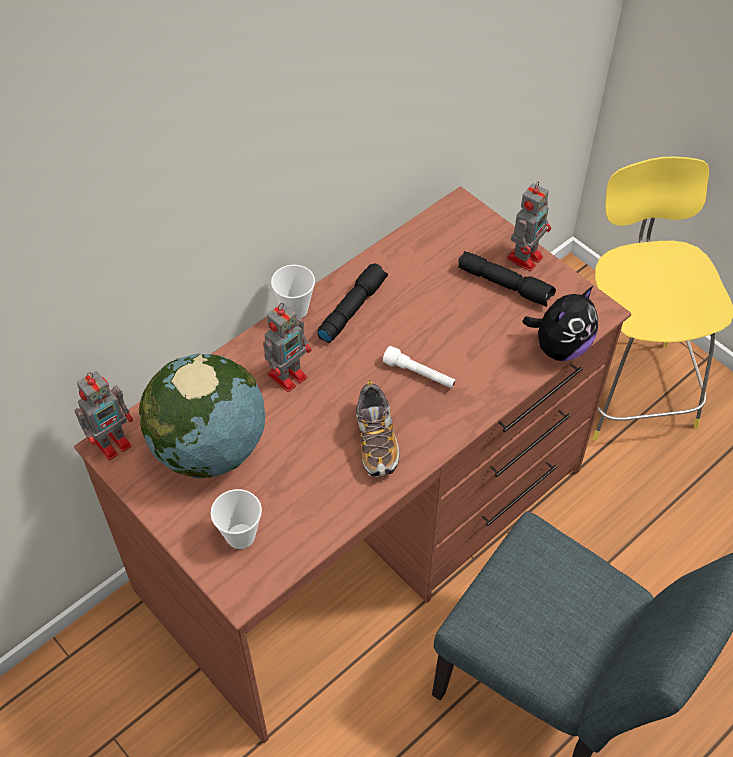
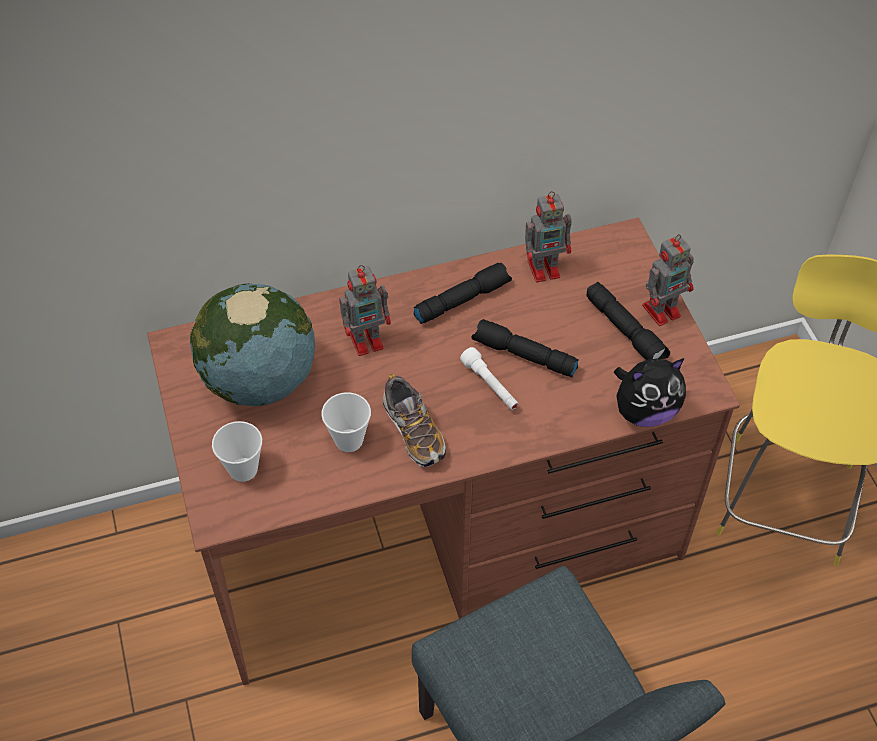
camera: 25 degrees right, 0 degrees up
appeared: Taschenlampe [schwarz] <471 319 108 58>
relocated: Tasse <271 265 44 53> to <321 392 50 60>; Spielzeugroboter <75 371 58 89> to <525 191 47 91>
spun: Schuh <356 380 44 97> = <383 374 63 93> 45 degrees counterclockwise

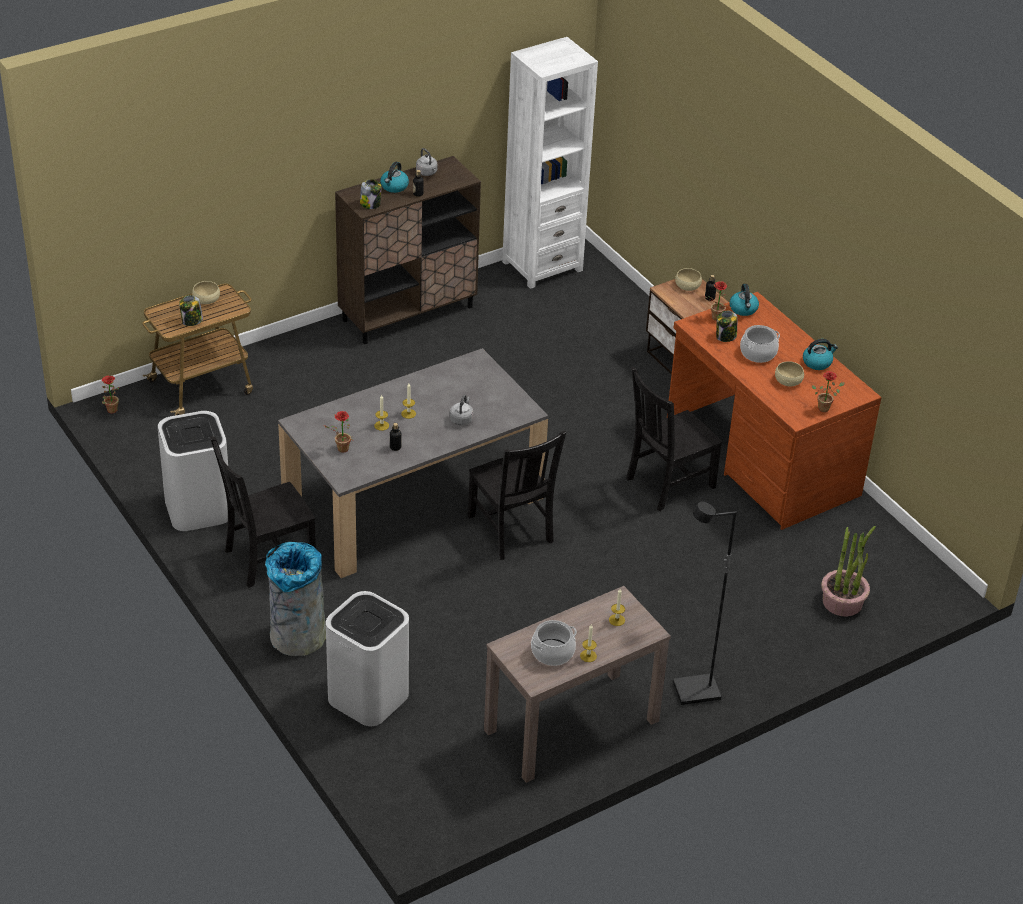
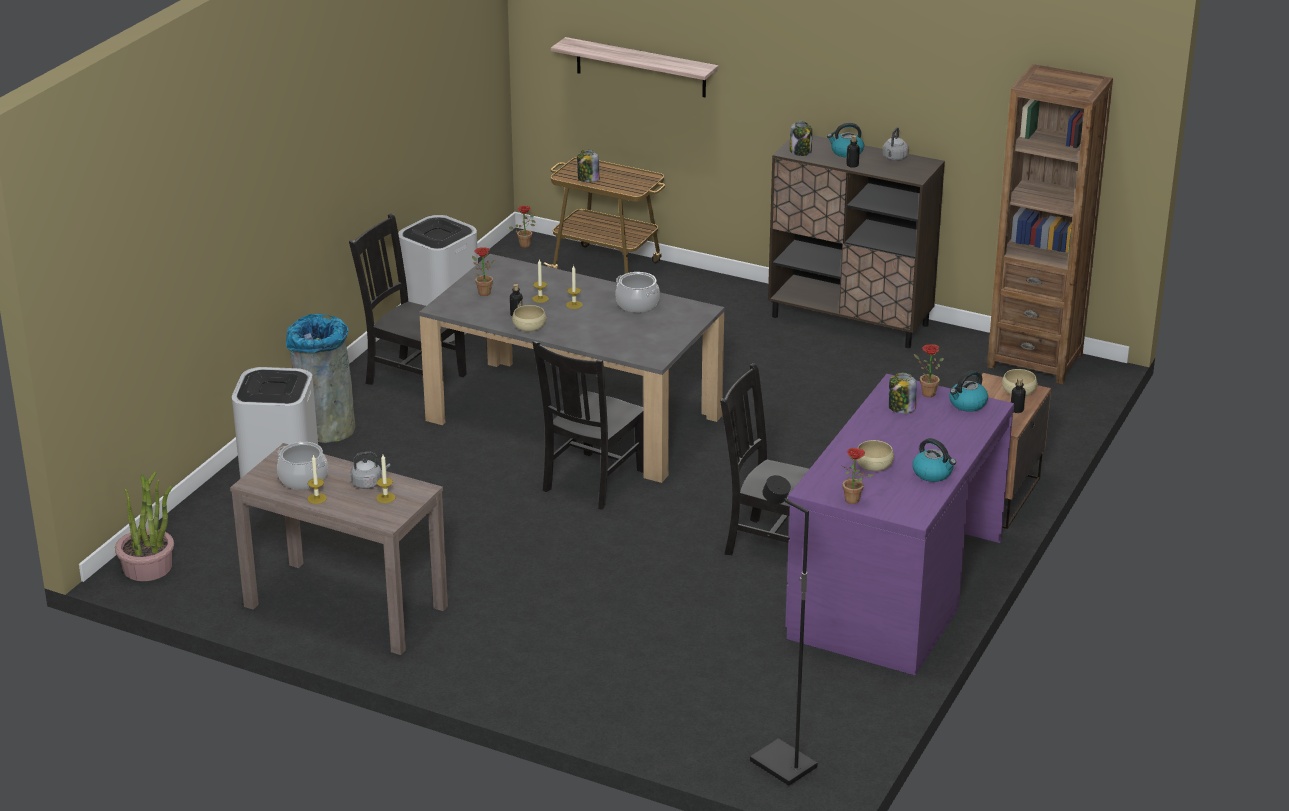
camera: 60 degrees right, 10 degrees down
appeared: Wandregal <551 37 168 60>
relocated: Schüssel [beige] <192 281 28 23> to <512 305 34 27>; Kochtopf <740 325 40 38> to <615 272 45 40>; Wasserkessel [grau] <450 395 24 30> to <351 452 39 37>; Stehlampe [schwarz] <673 502 64 203> to <750 475 67 311>; Topfpflanze <821 526 55 91> to <115 472 59 109>
colour: Bücherregal [weiß] <502 37 96 252> to Bücherregal [braun] <987 64 126 320>; Schreibtisch [braun] <667 292 215 238> to Schreibtisch [lila] <785 374 229 301>

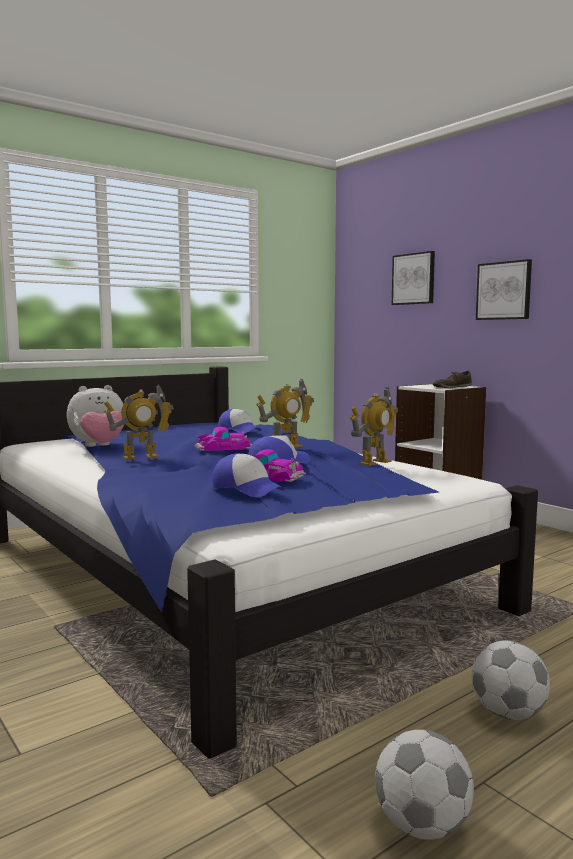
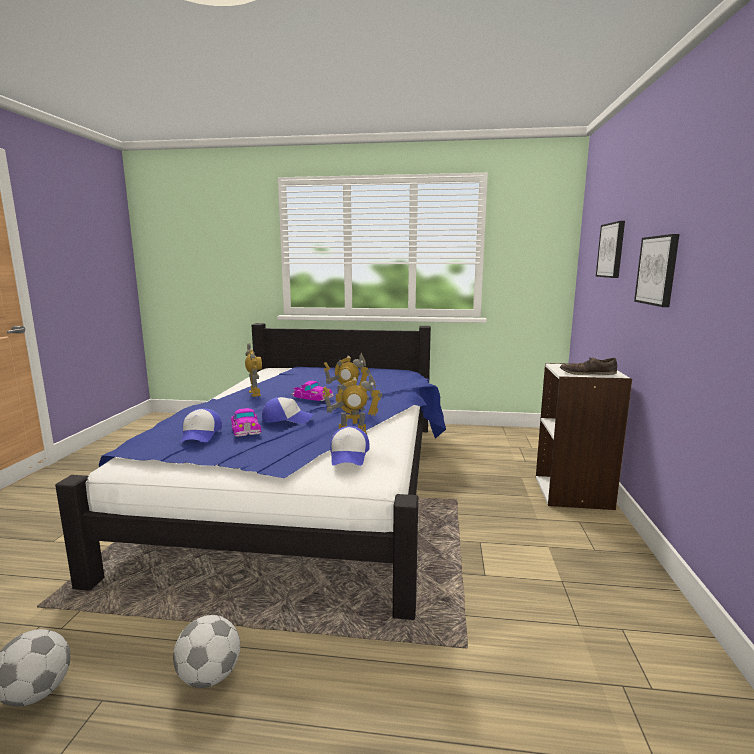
camera: 45 degrees right, 5 degrees up
missing: Plüschtier <67 385 57 62>
relocated: Kappe <218 409 44 24> to <330 426 40 40>
spun: Spielzeugroboter <104 384 70 76> = <245 344 17 53> 135 degrees counterclockwise

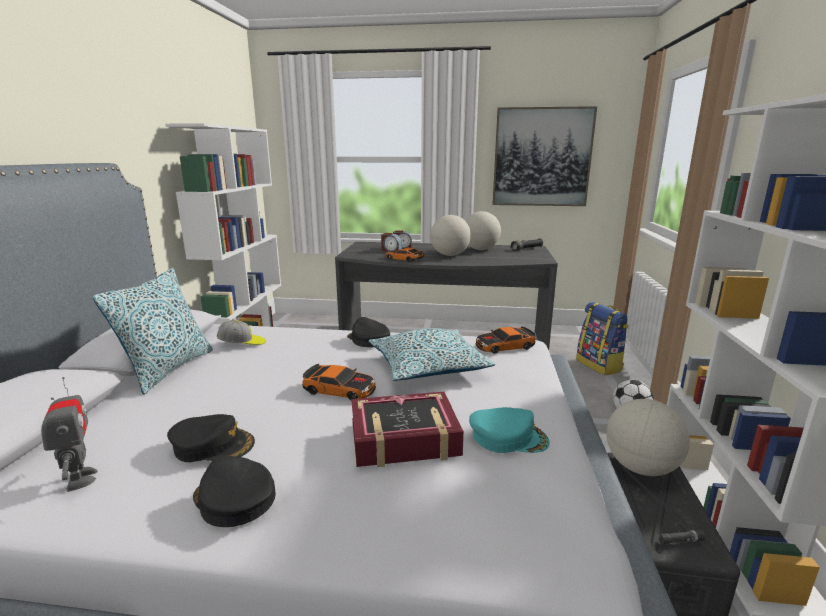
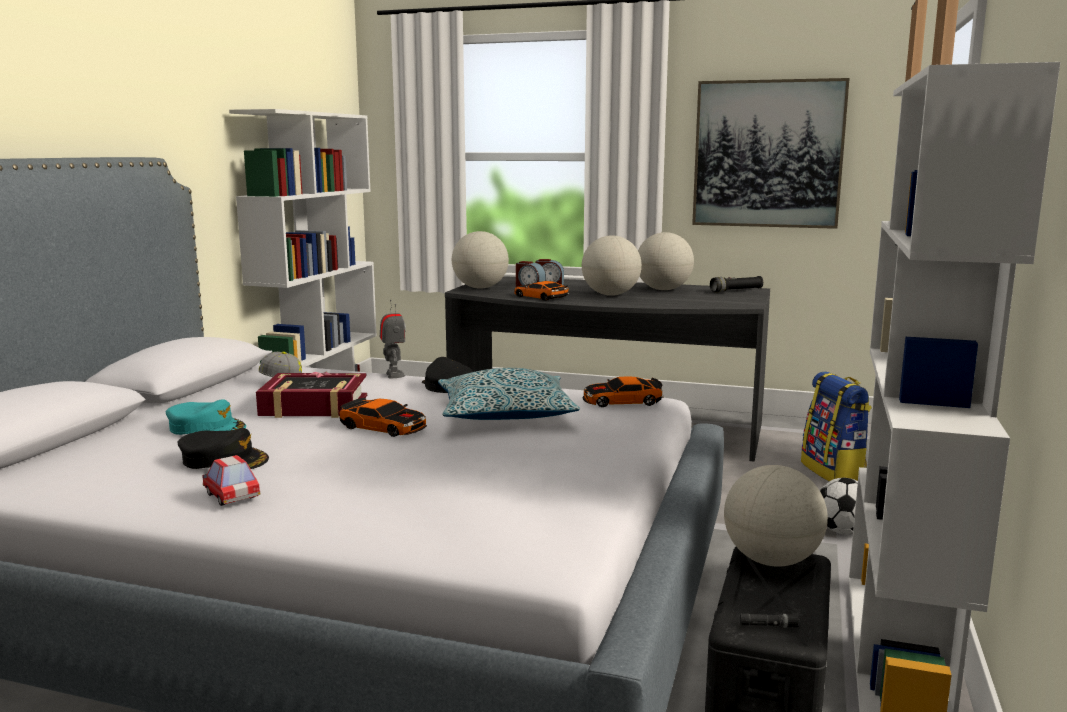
camera: 10 degrees right, 5 degrees down
missing: Kissen <93 268 120 127>
appeared: Globus <452 231 57 58>
relocated: Spielzeugroboter <41 377 57 115> to <380 300 26 79>; Buch <351 392 113 75> to <256 372 111 46>; Kappe [türkis] <469 407 81 46> to <166 399 80 36>
exchanged: Kappe [schwarz] <193 455 83 72> to Spielzeugauto <202 455 59 51>

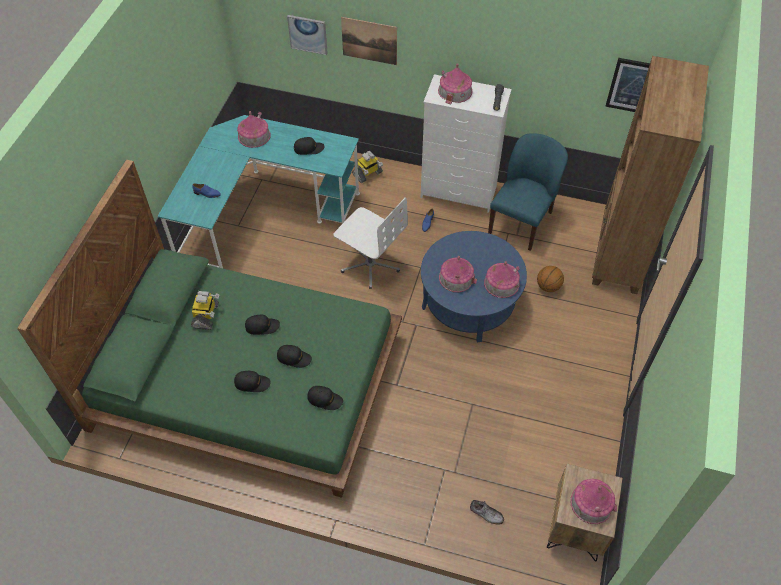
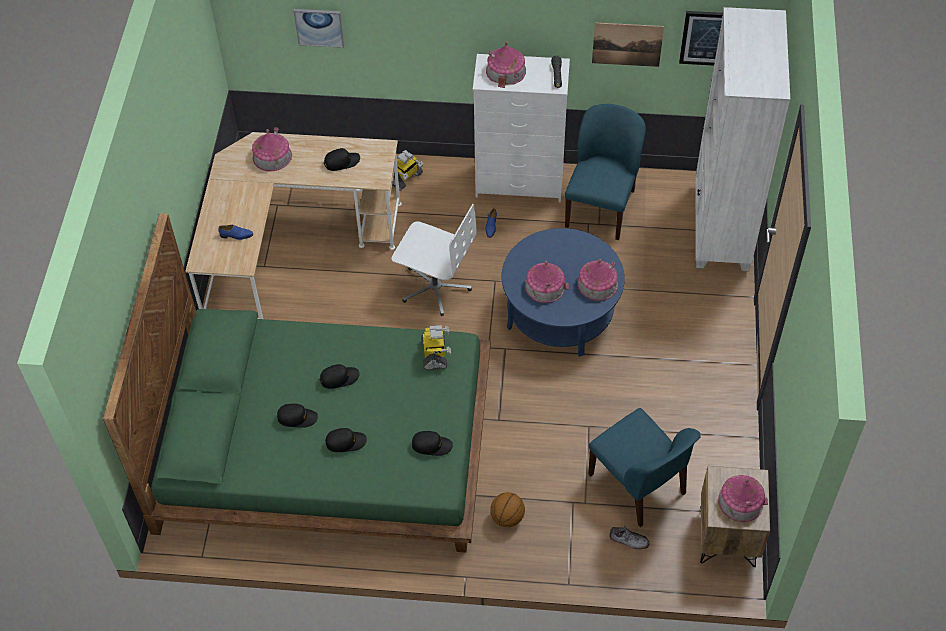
camera: 10 degrees left, 0 degrees up
appeared: Stuhl [blau] <589 408 112 119>
relocated: Bild <341 17 56 48> to <592 23 72 44>; Basketball <537 266 27 26> to <490 492 35 35>; Spielzeugroboter <191 291 28 39> to <421 325 30 45>; Kappe [schwarz] <277 345 35 23> to <277 404 41 24>
colour: Bücherregal [braun] <592 56 117 238> to Bücherregal [weiß] <695 7 95 264>; Schreibtisch [türkis] <158 115 202 153> to Schreibtisch [beige] <185 132 217 187>

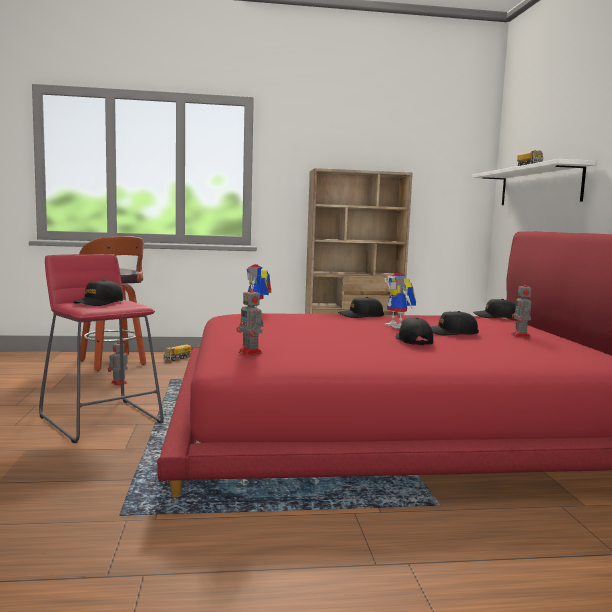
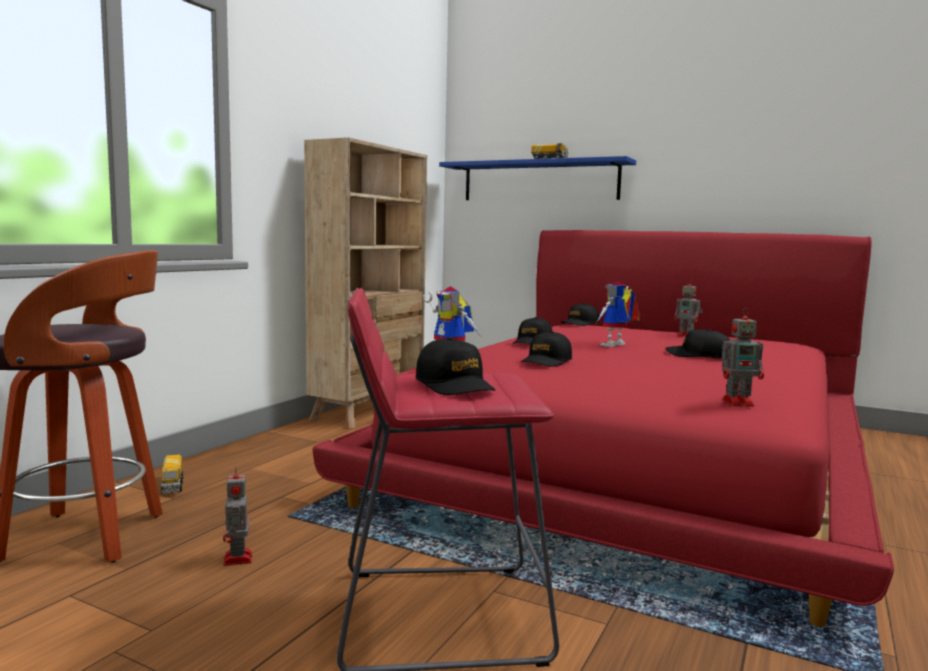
camera: 55 degrees left, 0 degrees up
relocated: Kappe [schwarz] <431 311 48 24> to <521 331 51 36>
colour: Wandregal [weiß] <472 159 124 46> to Wandregal [blau] <439 156 197 44>
spun: Spielzeugroboter <384 272 32 57> = <597 281 43 66> 120 degrees clockwise

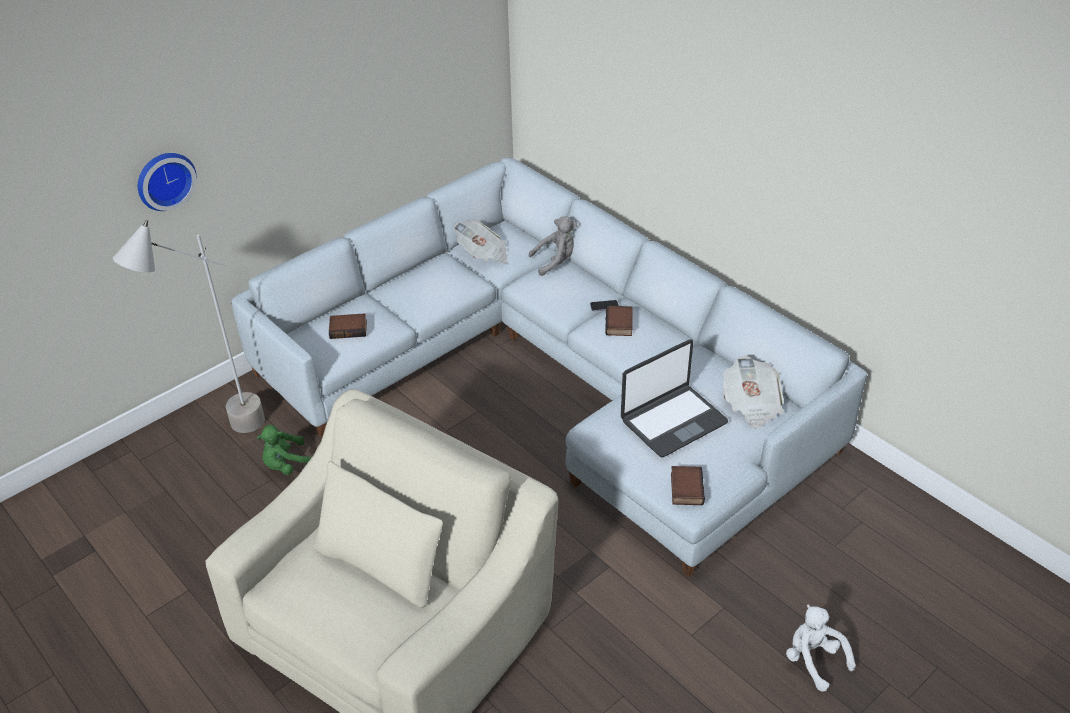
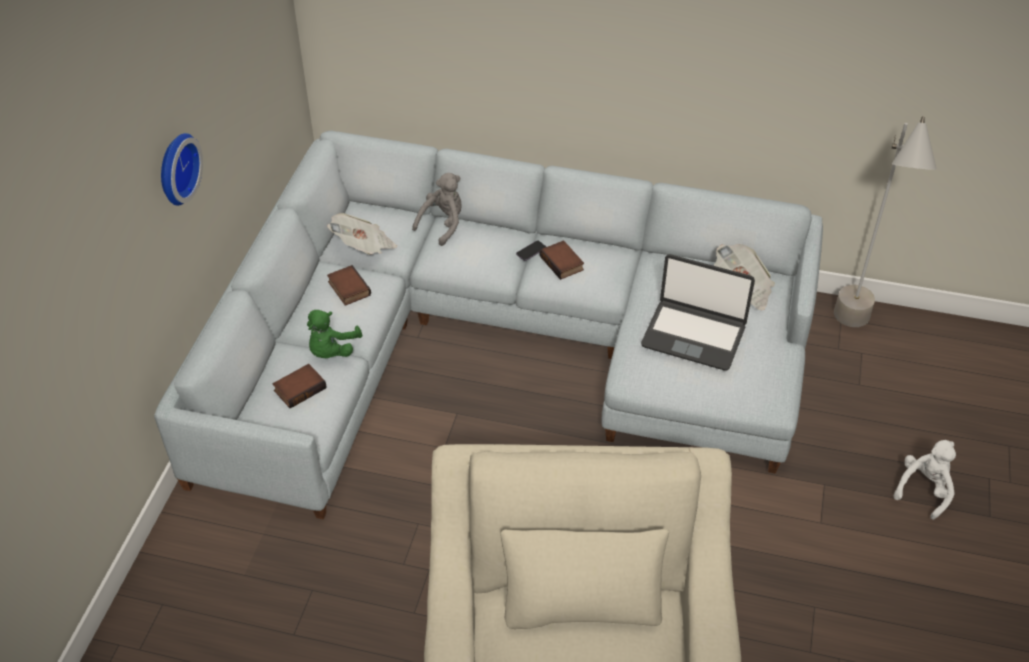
camera: 35 degrees left, 5 degrees up
relocated: Wanduhr <138 153 59 58> to <161 133 42 73>; Stehlampe [grau] <113 220 152 213> to <834 116 103 211>; Plüschtier [grün] <257 425 56 50> to <307 310 55 48>; Buch <671 466 34 39> to <327 265 44 41>
spun: Laptop <621 340 107 117> = <641 254 114 117> 90 degrees clockwise; Plüschtier [weiß] <786 604 70 88> = <894 440 62 80> 105 degrees clockwise

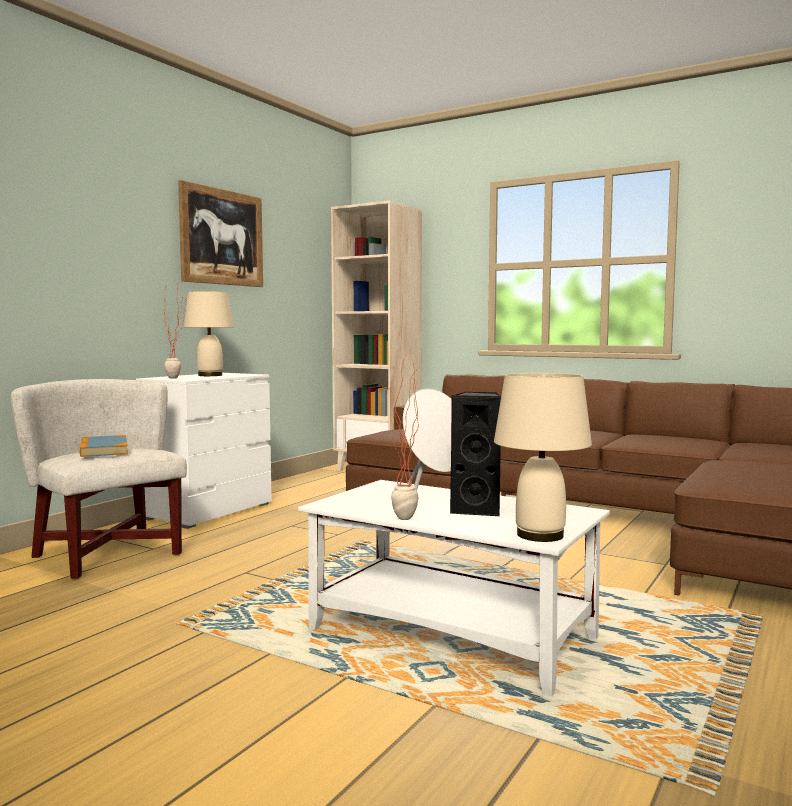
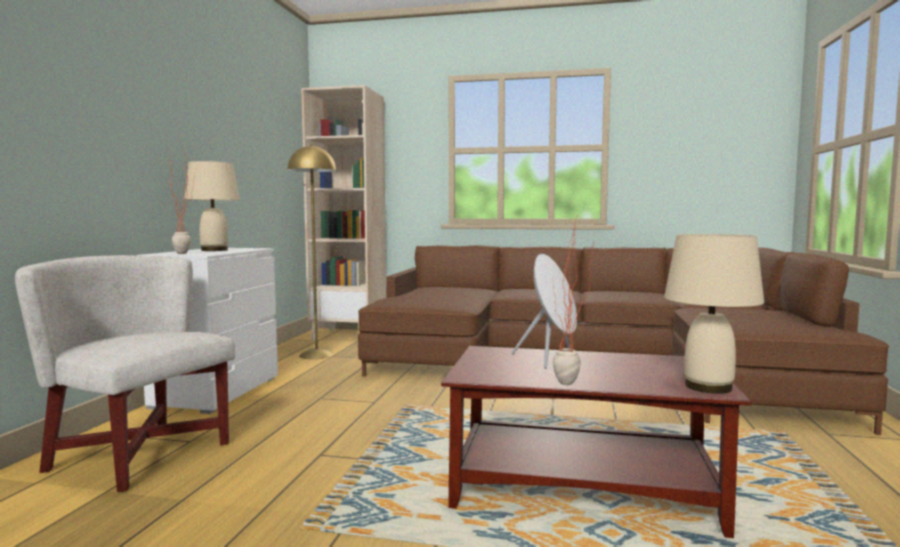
camera: 20 degrees left, 0 degrees up
missing: Bild <178 180 85 107>; Lautsprecher [schwarz] <450 392 51 124>; Buch <79 435 49 22>
appeared: Stehlampe [gelb] <287 145 49 214>
colour: Couchtisch [weiß] <298 480 312 217> to Couchtisch [braun] <441 346 310 192>

